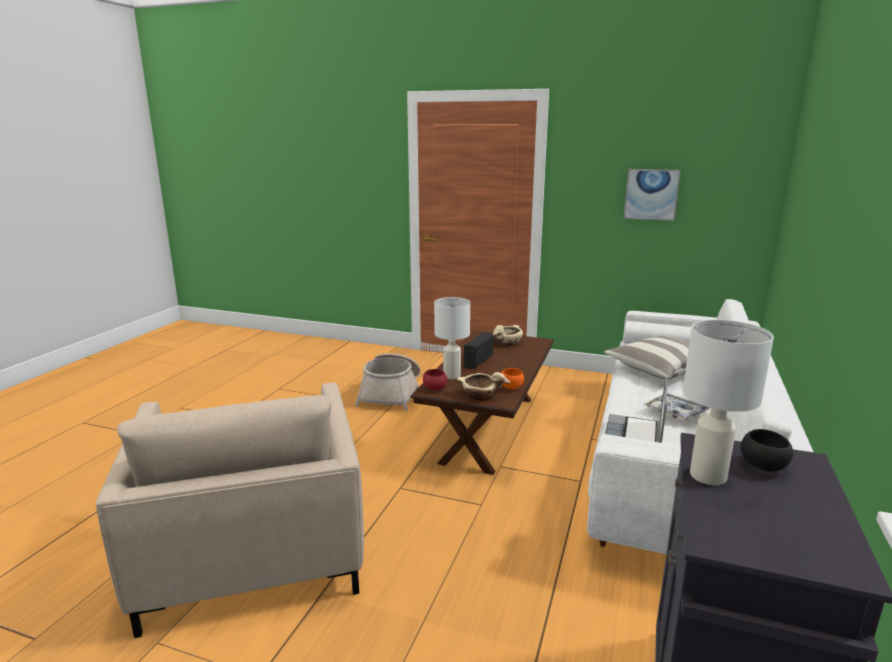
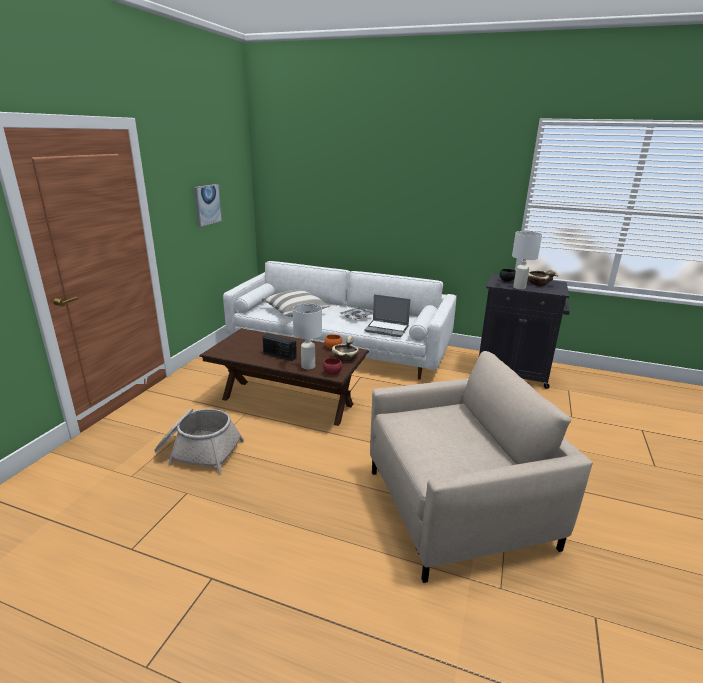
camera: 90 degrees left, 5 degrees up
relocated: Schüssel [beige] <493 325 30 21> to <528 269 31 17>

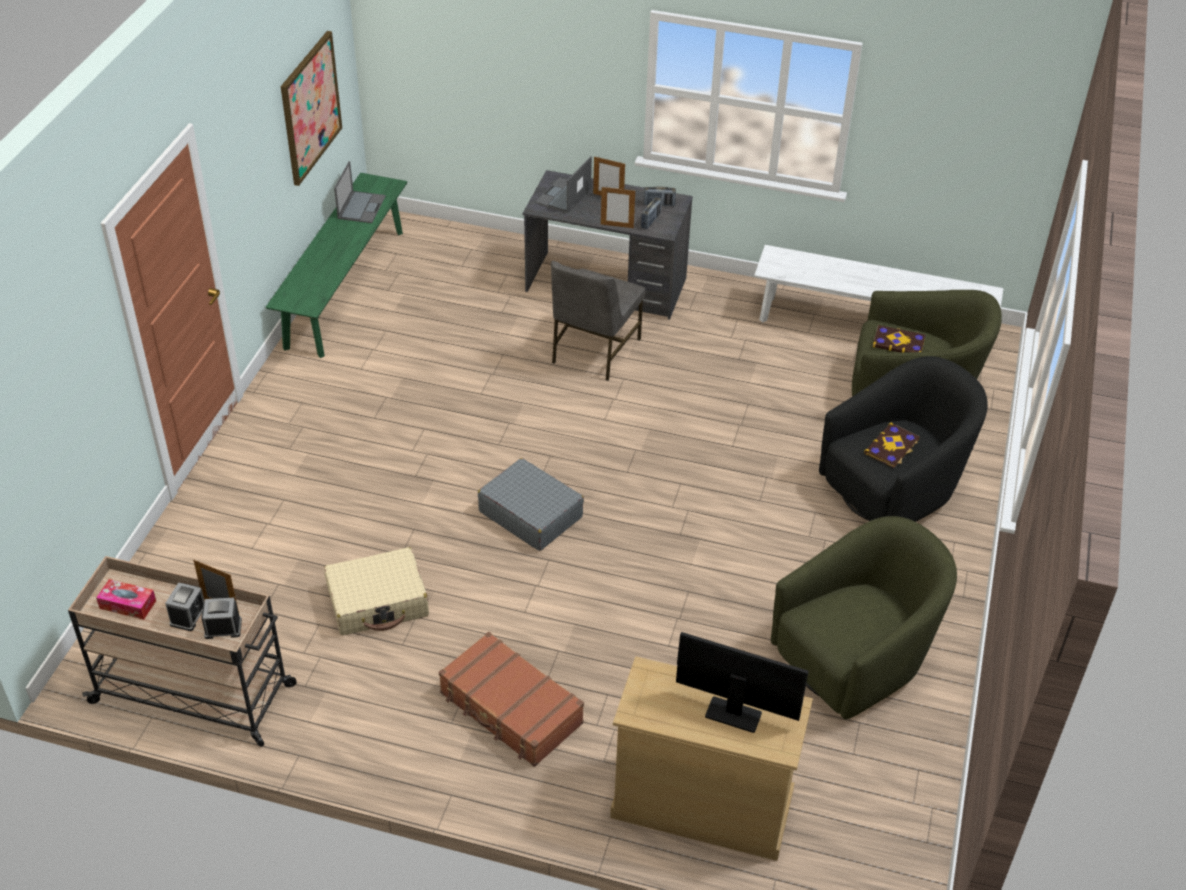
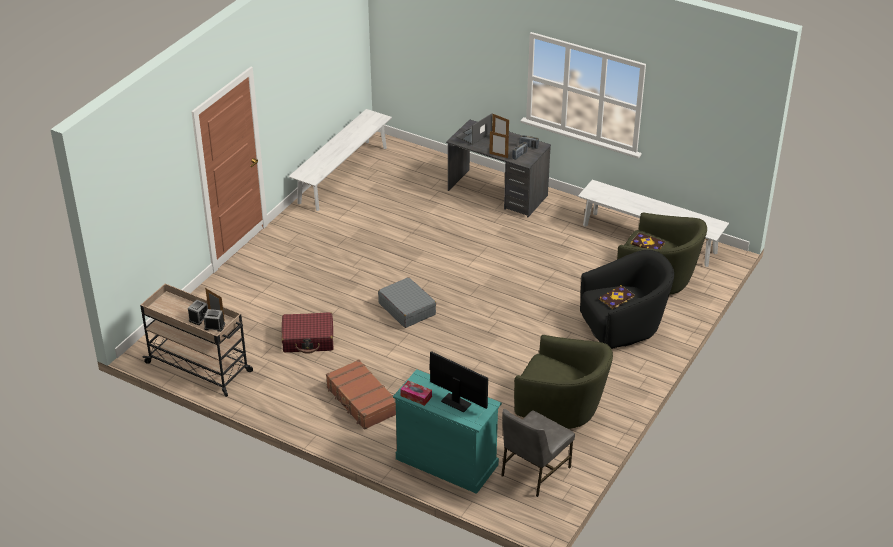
camera: 15 degrees right, 5 degrees down
missing: Bild <281 31 61 155>; Laptop <334 161 52 62>
relocated: Stuhl [grau] <551 261 94 120> to <501 409 74 88>; Taschentuchbox <96 579 60 41> to <400 381 32 25>
colour: Bank [grün] <266 173 141 185> to Bank [weiß] <288 109 104 102>; Koffer [beige] <324 547 105 88> to Koffer [rot] <282 312 52 42>; Kommode [beige] <610 656 203 205> to Kommode [türkis] <393 369 109 125>
spun: Sessel [grün] <771 516 186 203> = <514 335 99 94> 45 degrees clockwise

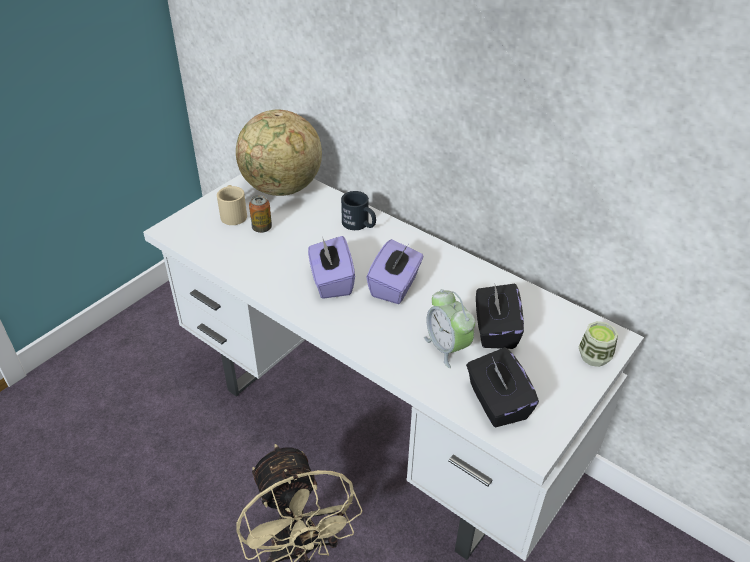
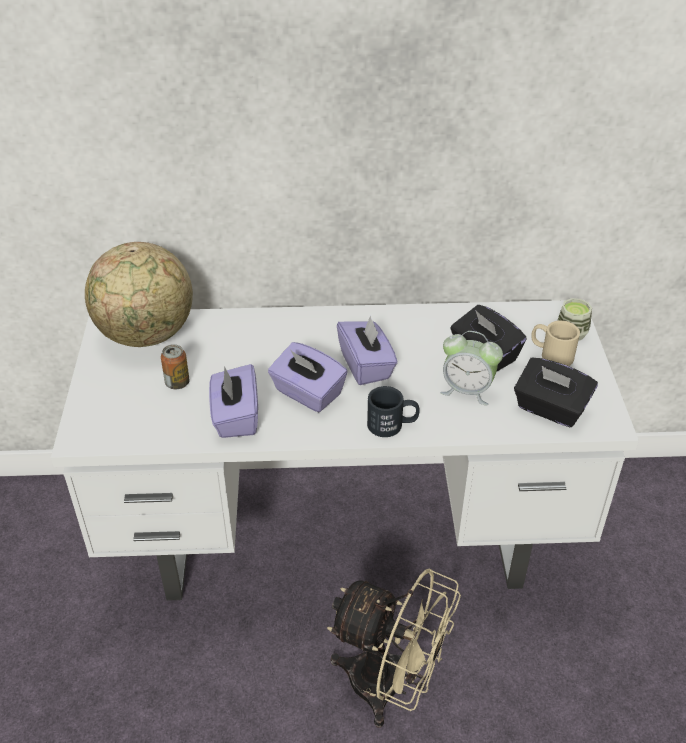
camera: 40 degrees left, 0 degrees up
appeared: Taschentuchbox [lila] <209 364 49 74>
relocated: Henkelbecher [beige] <217 185 30 40> to <531 320 49 46>; Henkelbecher [schwarz] <341 191 35 39> to <367 386 53 51>

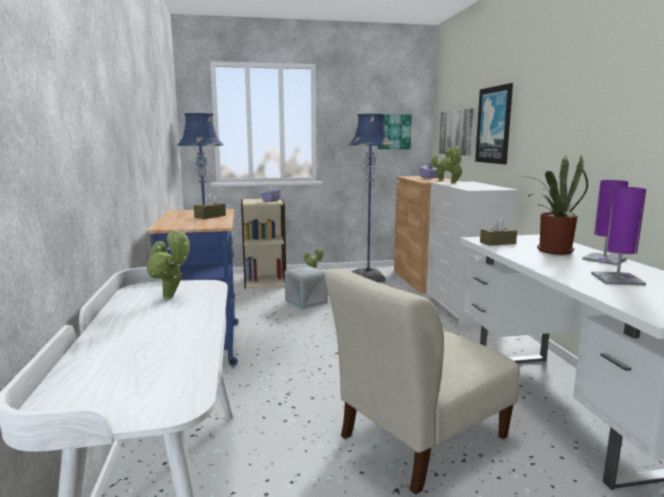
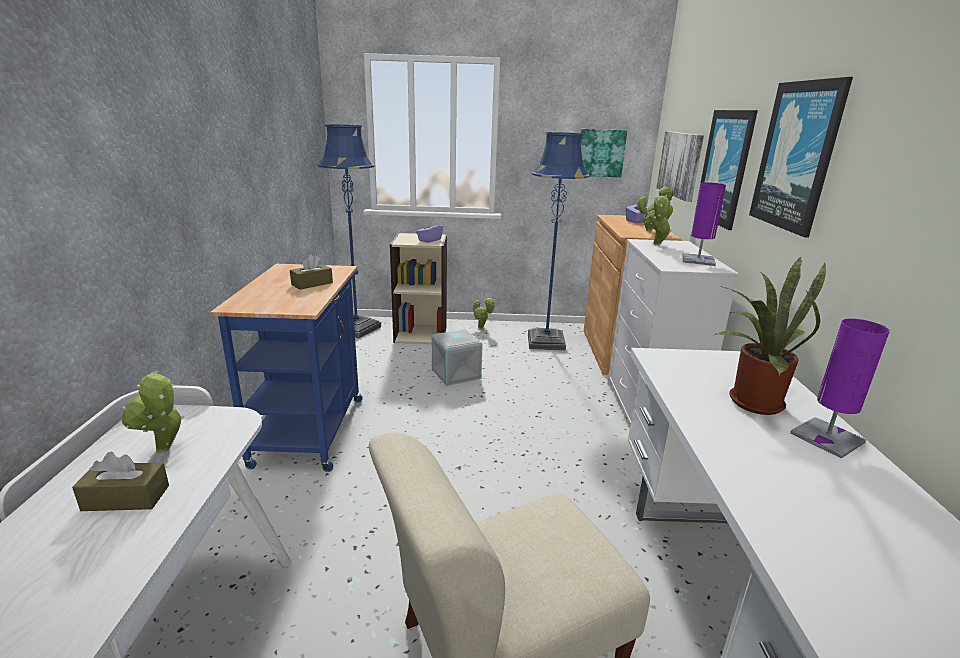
camera: 10 degrees right, 10 degrees up
appeared: Bild <749 77 104 161>
relocated: Tischlampe [lila] <591 187 55 99> to <682 182 44 84>; Taschentuchbox [braun] <480 217 37 29> to <72 452 97 59>

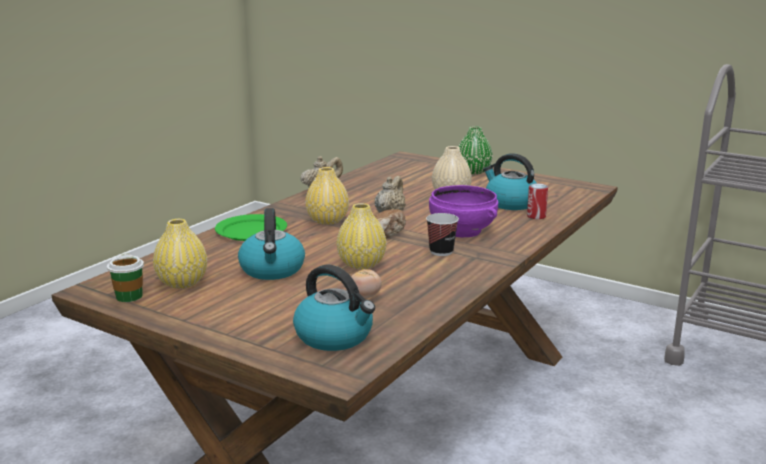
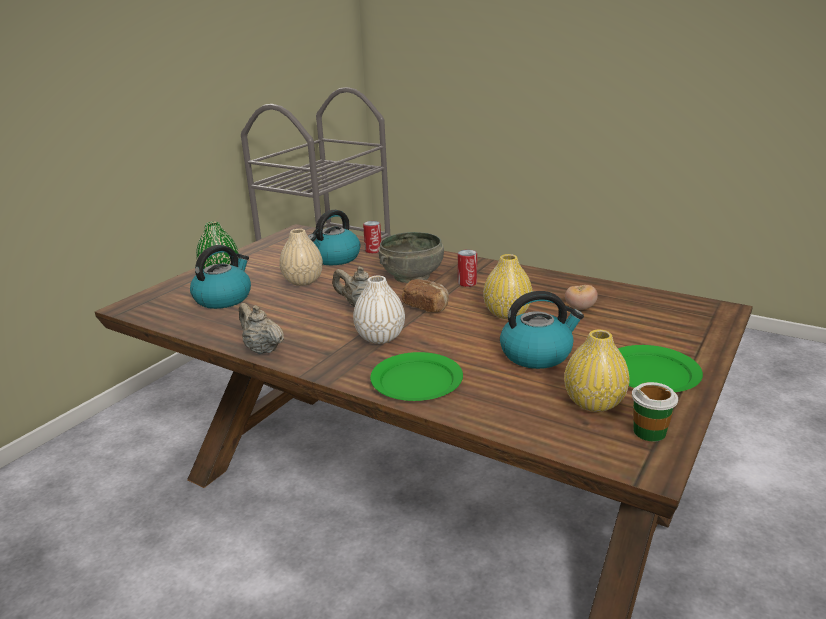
camera: 90 degrees left, 5 degrees up
appeared: Teller [grün] <618 345 85 47>
relocated: Wasserkessel <293 265 82 86> to <190 245 61 64>
exchanged: Tasse <426 213 33 43> to Dose <458 249 19 38>
colour: Vase [gelb] <305 167 44 58> to Vase [weiß] <353 276 52 68>; Schüssel [lila] <429 185 69 52> to Schüssel [grau] <378 232 66 51>

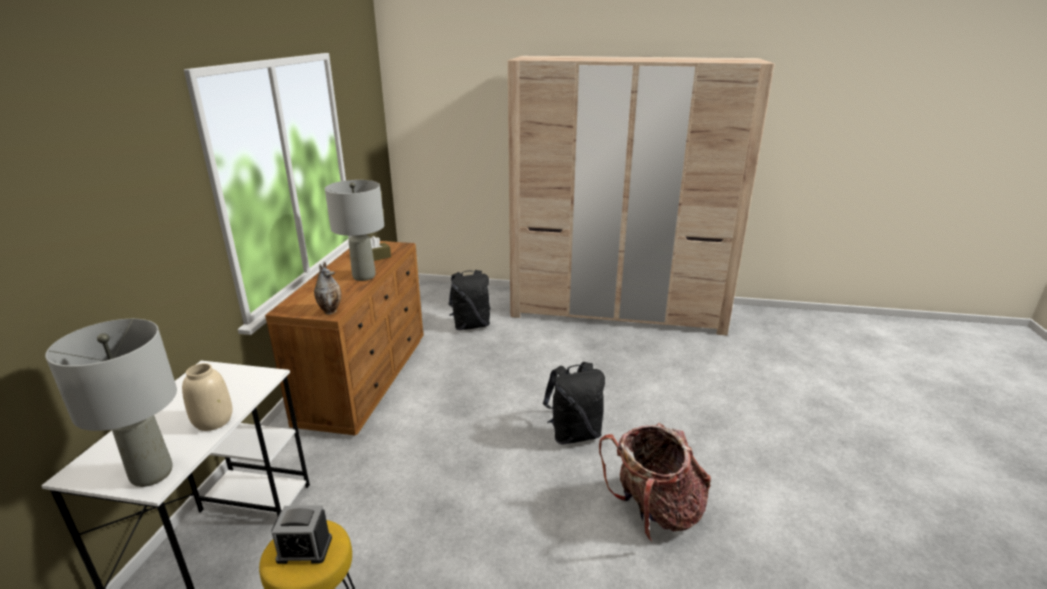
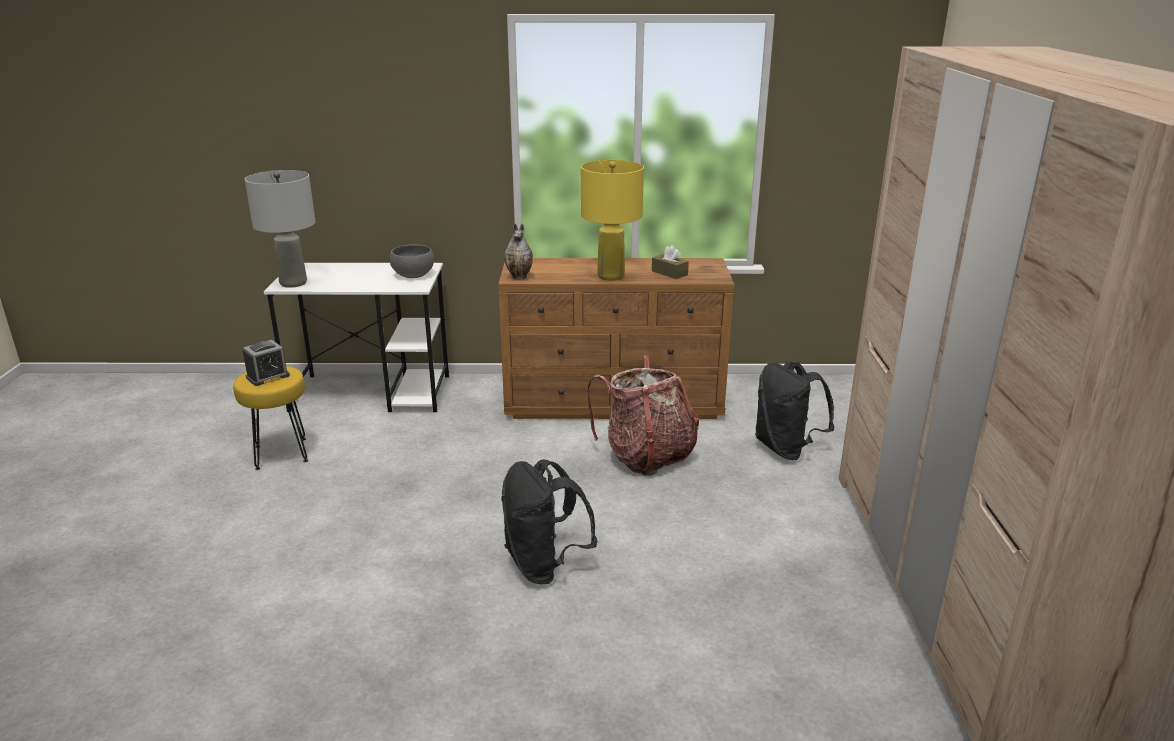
camera: 80 degrees right, 0 degrees up
missing: Vase [beige] <182 363 51 68>
appeared: Schüssel [grau] <390 244 44 34>
relocated: Rucksack <599 423 112 119> to <587 355 112 121>
colour: Tischlampe [grau] <325 180 59 101> to Tischlampe [gelb] <581 160 63 121>
spun: Wecker <271 505 61 59> = <243 340 47 46> 120 degrees counterclockwise

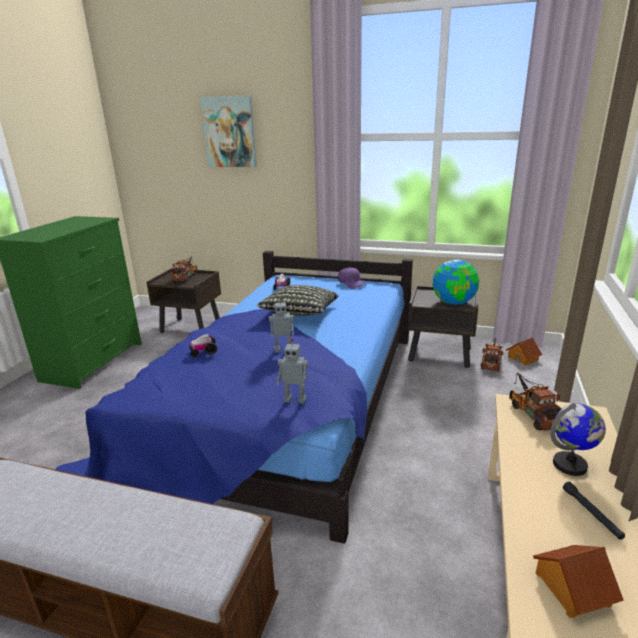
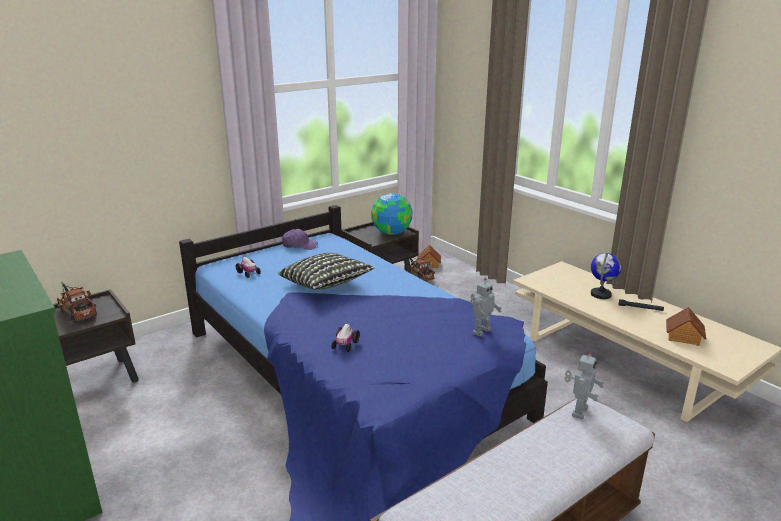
camera: 55 degrees left, 0 degrees up
missing: Bild <200 95 57 72>; Spielzeuglaster <509 372 52 59>
relocated: Spielzeugroboter <269 298 25 55> to <565 351 39 69>

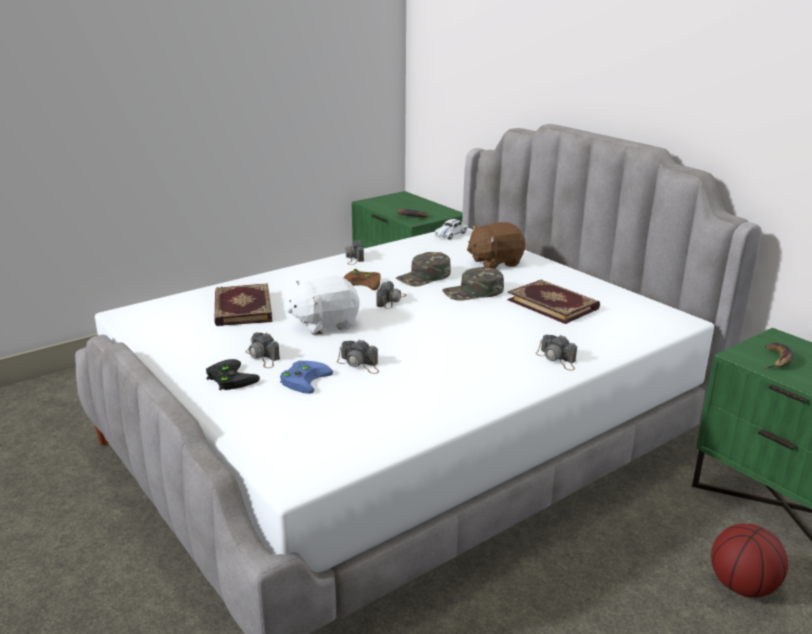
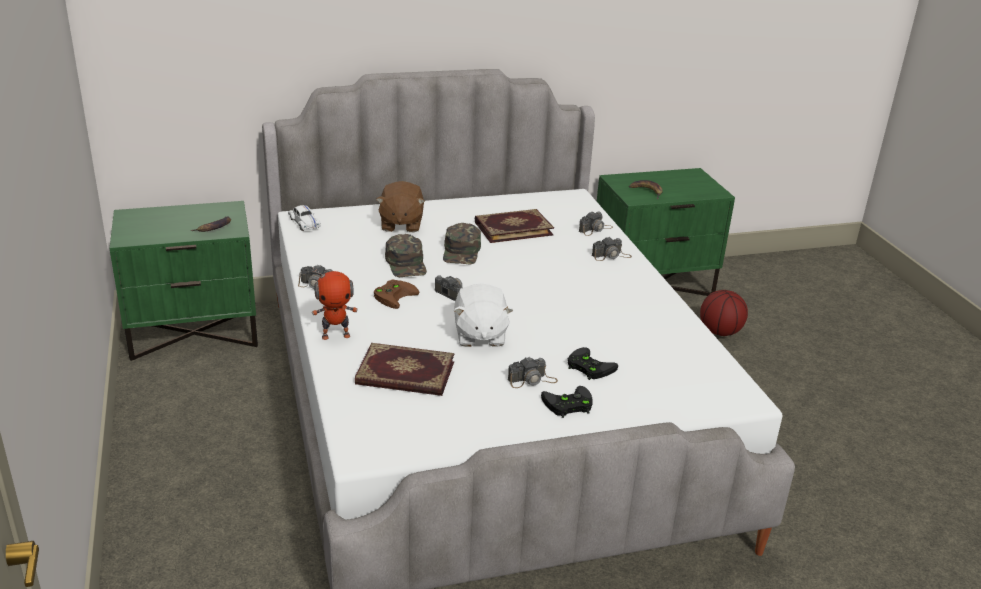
camera: 70 degrees left, 5 degrees up
appeared: Spielzeugroboter <312 268 46 72>
relocated: Kamera <337 339 42 35> to <579 211 34 25>
colour: Gamepad [blau] <280 361 53 33> to Gamepad [schwarz] <568 347 50 33>

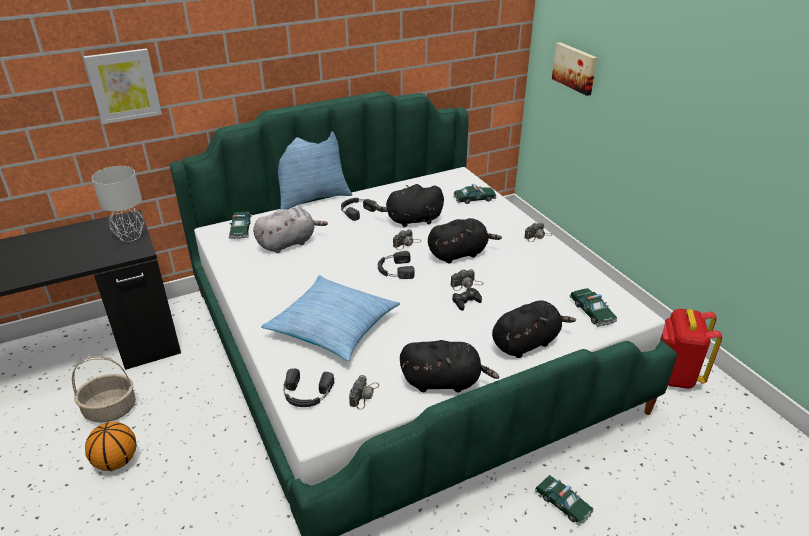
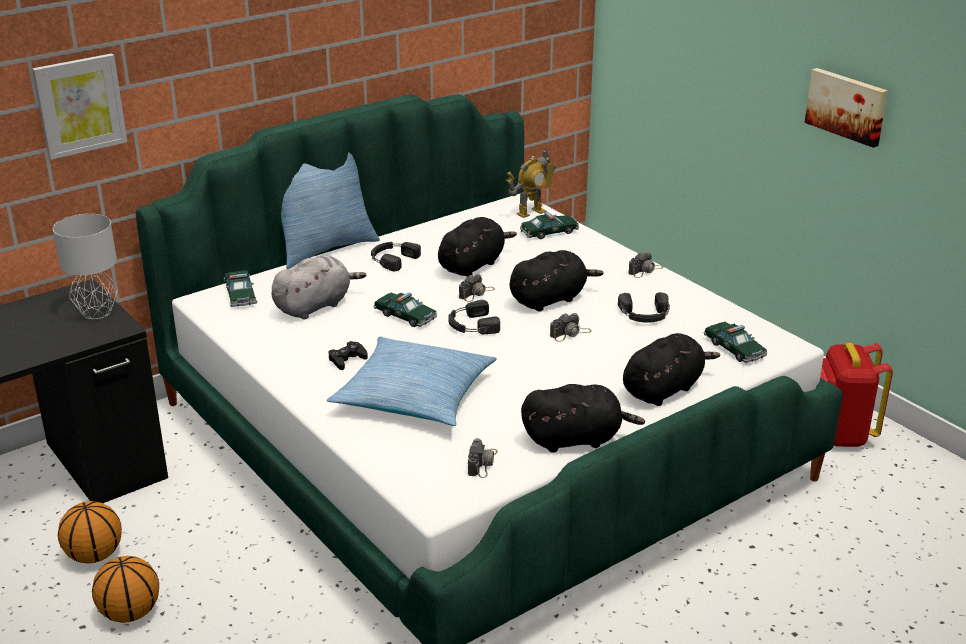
camera: 10 degrees left, 5 degrees down
appeared: Spielzeugroboter <506 149 50 69>
relocated: Bild <552 42 45 54> to <805 68 83 80>; Gamepad [schwarz] <452 287 30 24> to <329 341 39 29>; Kopfhörer [schwarz] <283 368 51 39> to <618 292 52 31>; Spielzeugauto <535 475 59 51> to <374 292 63 35>
exchanged: Korb <72 356 64 67> to Basketball <58 501 64 63>
spun: Plüschtier [schwarz] <373 184 71 44> = <438 217 79 60> 150 degrees clockwise

